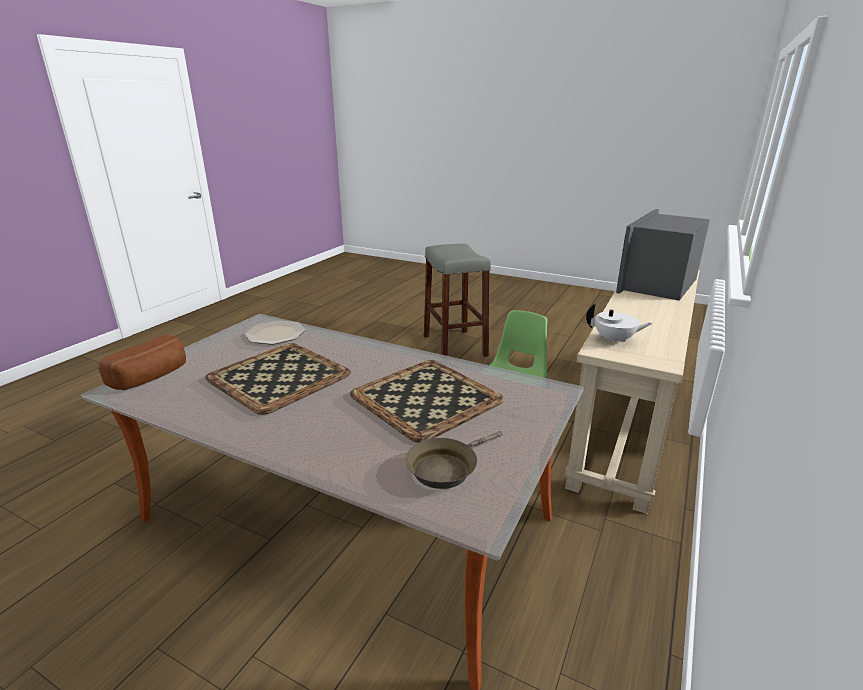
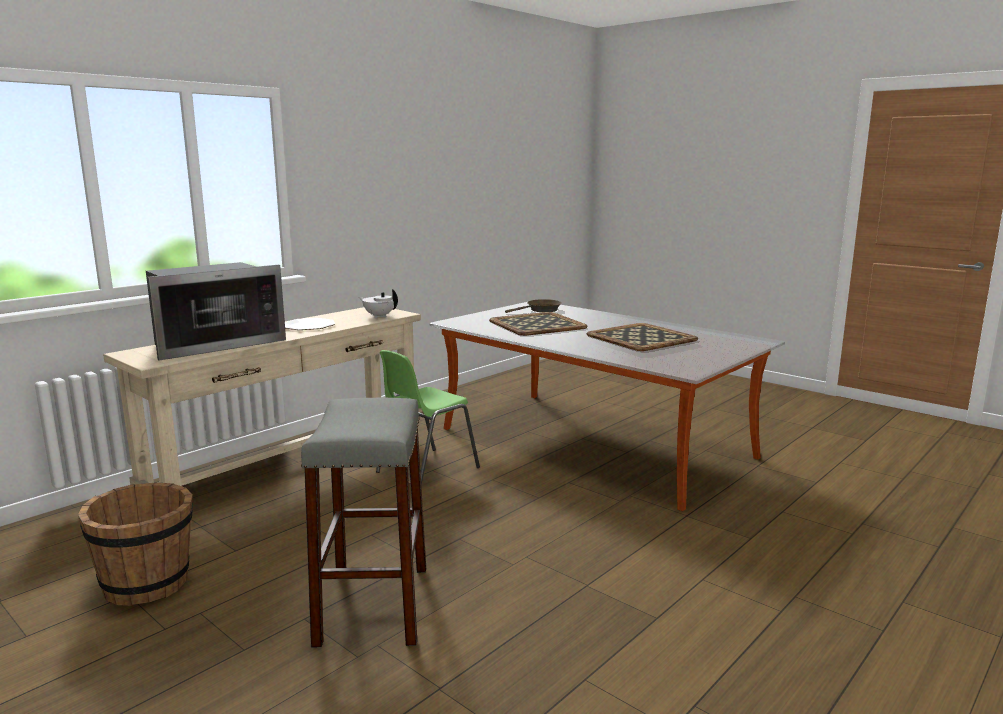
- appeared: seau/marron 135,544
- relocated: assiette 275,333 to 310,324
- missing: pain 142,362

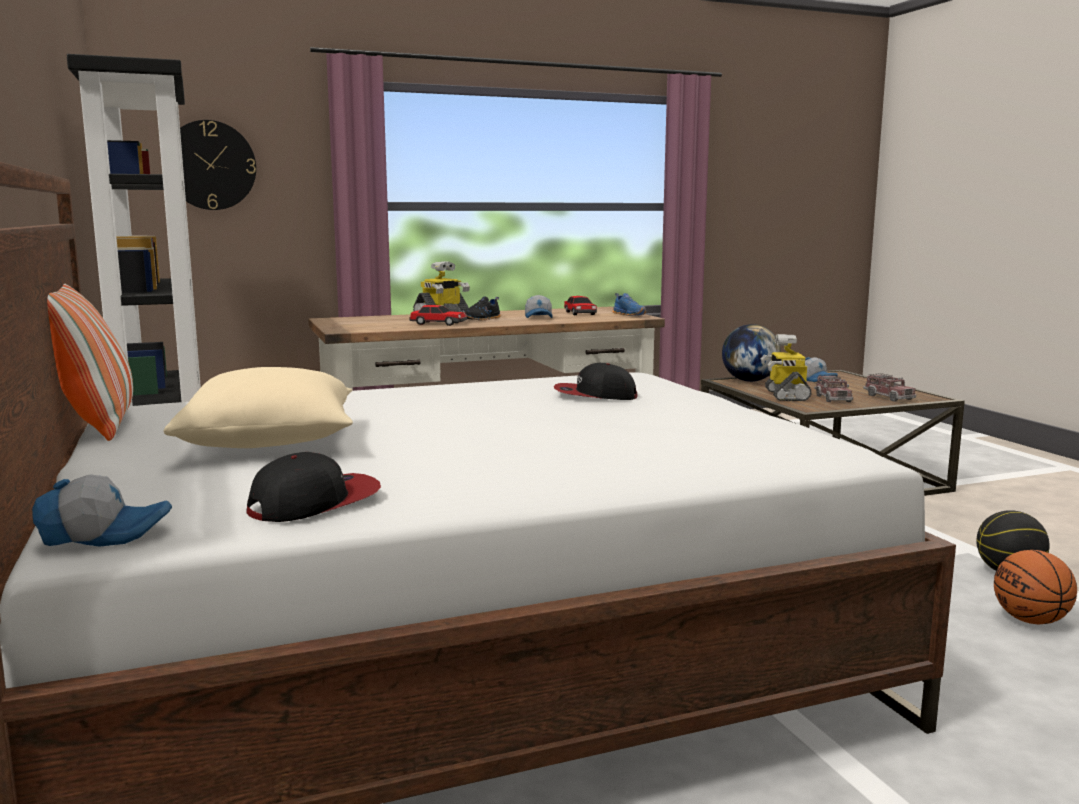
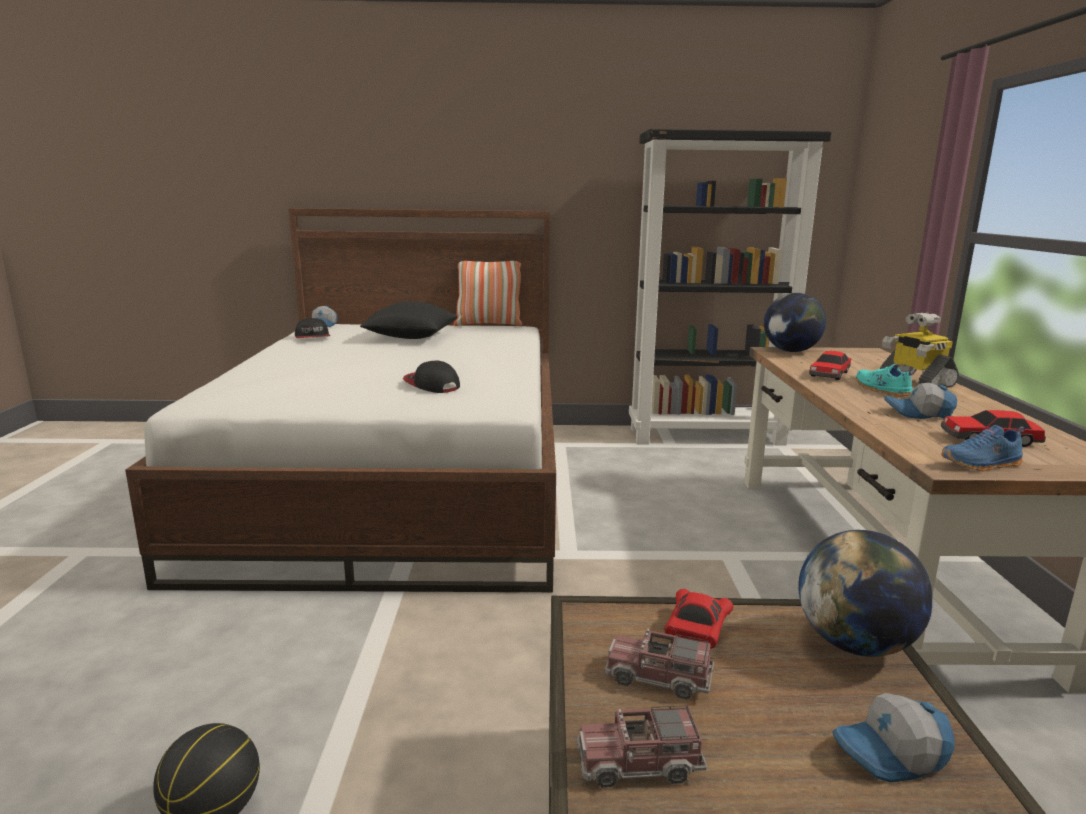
- colour: coussin/beige 258,407 to coussin/noir 408,320
- spun: casquette 595,381 = 431,376 75 degrees counterclockwise
- exchanged: robot jouet 786,367 to petite voiture/rouge 699,619
- appeared: globe 795,322
- colour: chaussure/noir 481,308 to chaussure/turquoise 885,380
- missing: horloge murale 218,165
- missing: ballon de basket 1035,587

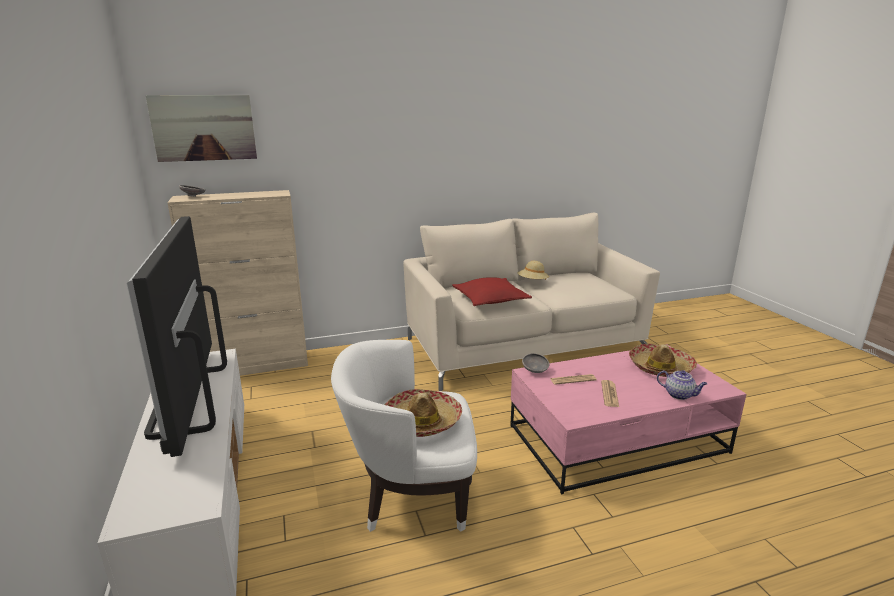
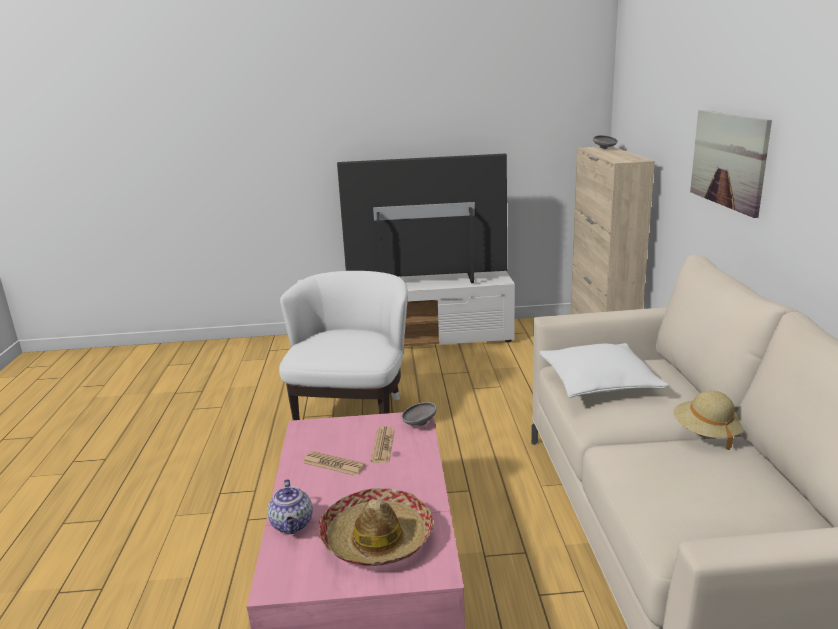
- spun: théière 682,385 = 290,506 60 degrees counterclockwise
- colour: coussin/rouge 492,291 to coussin/blanc 604,370
- relocated: tableau 201,128 to 731,164
- missing: chapeau 423,413

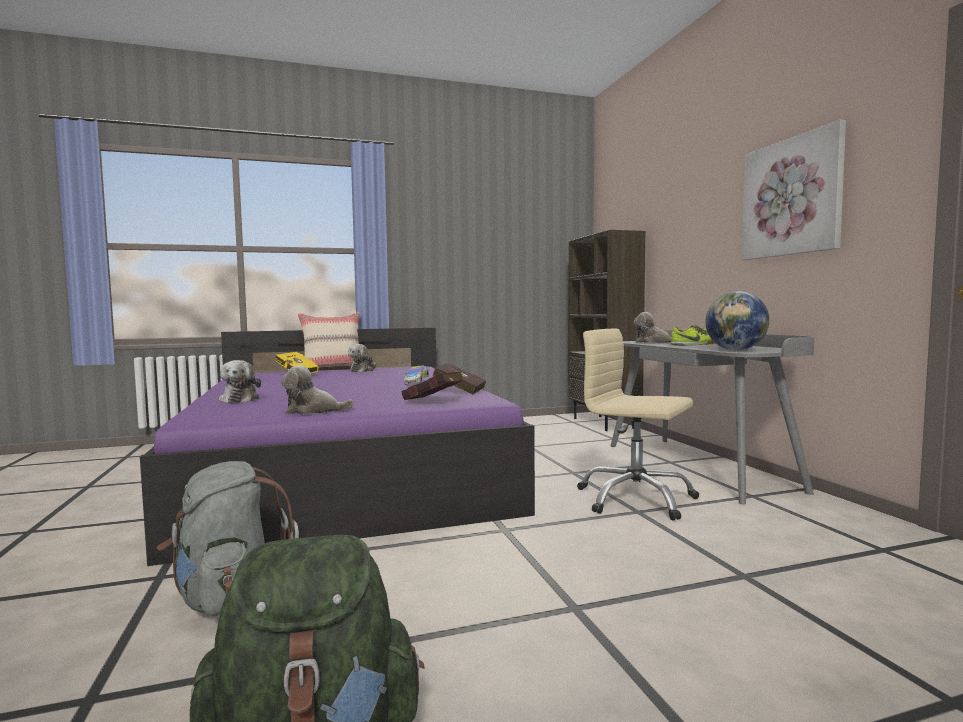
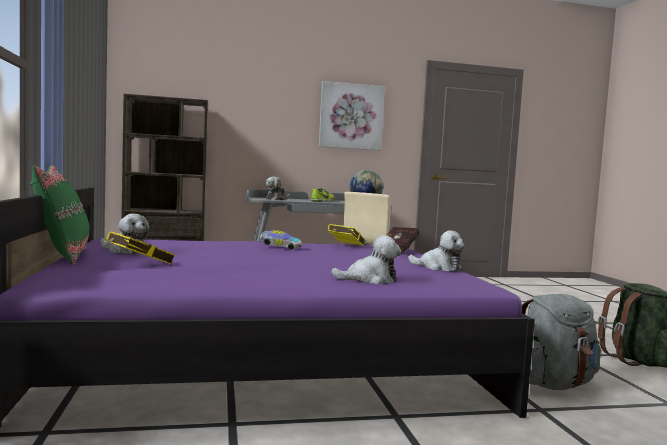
- colour: coussin/beige 329,340 to coussin/vert 59,215
- colour: livre/rouge 459,378 to livre/jaune 346,235
- spun: peluche 317,389 = 436,250 60 degrees counterclockwise

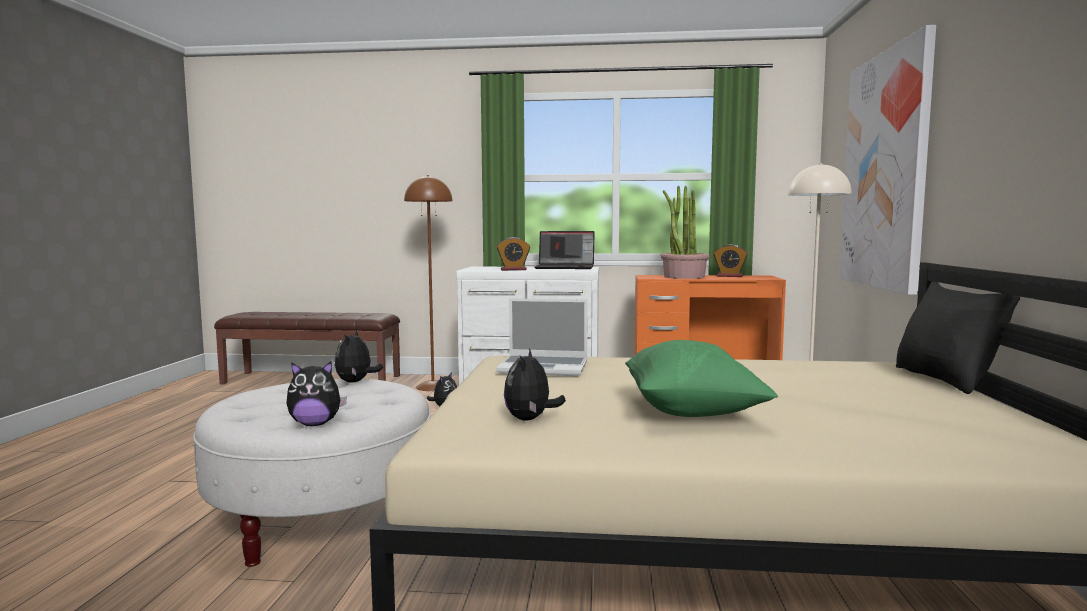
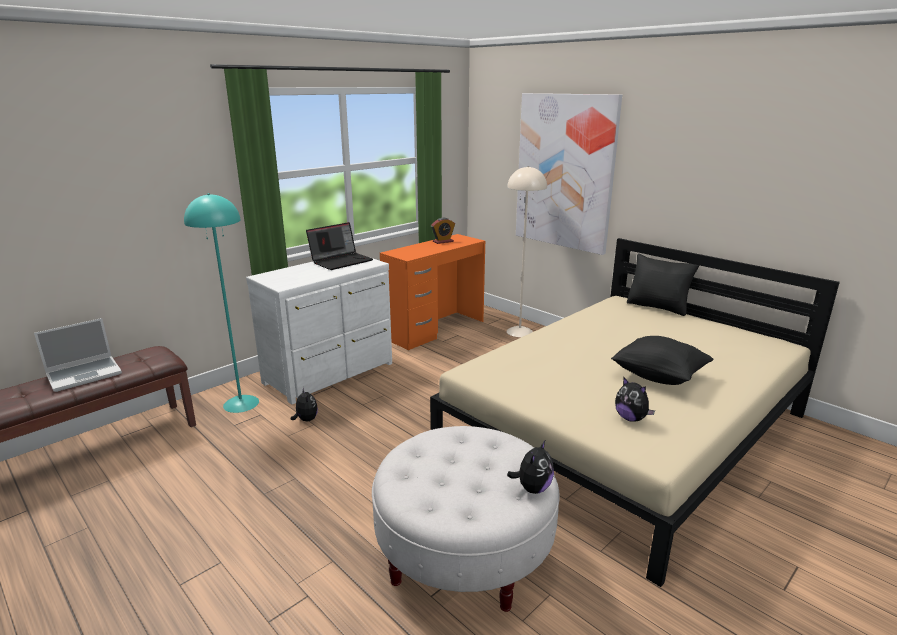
- relocated: ordinateur portable 542,337 to 78,355
- colour: lampadaire/marron 428,283 to lampadaire/turquoise 221,303
- colour: coussin/vert 701,378 to coussin/noir 662,360
- missing: peluche 359,356
- missing: réveil 513,253
- missing: plante en pot 685,232

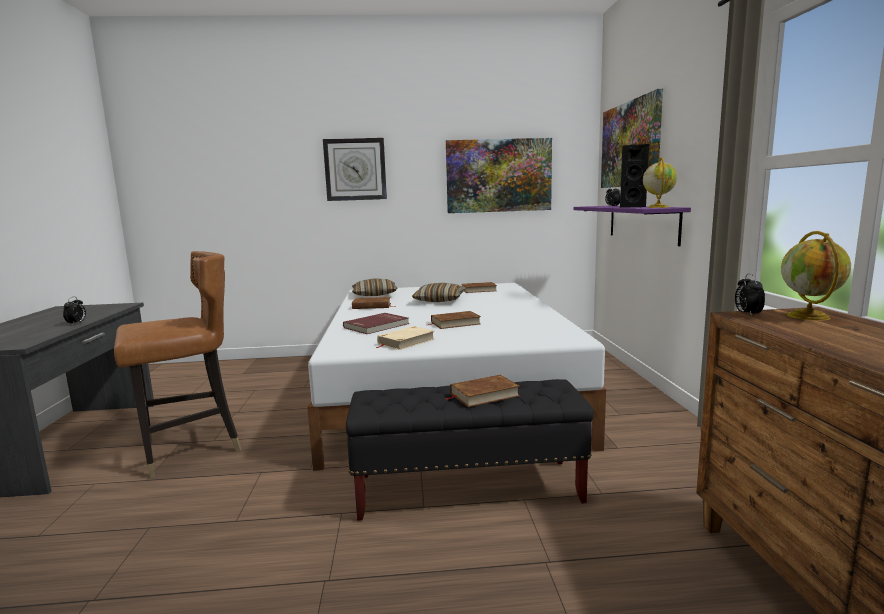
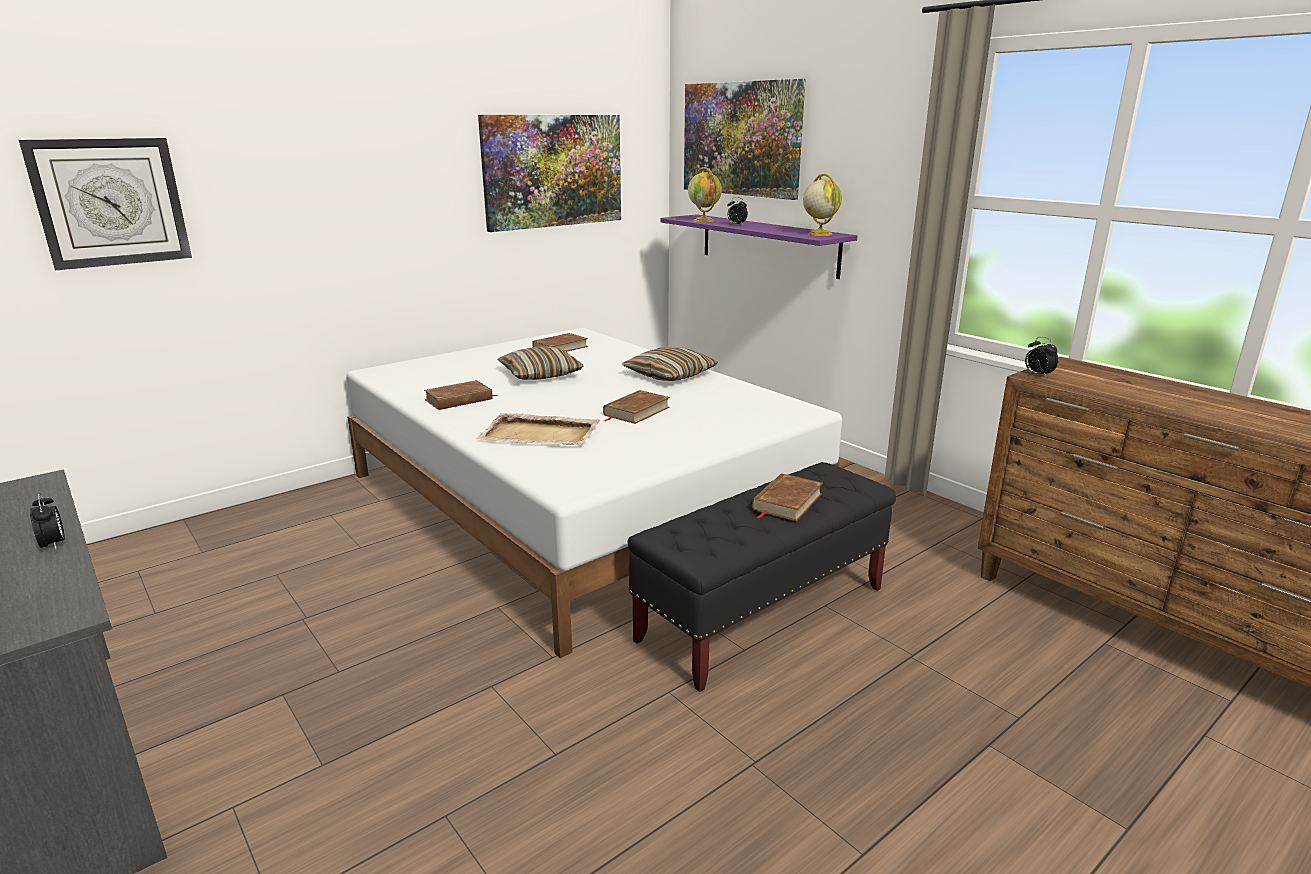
- relocated: horloge murale 355,169 to 105,204
- exchanged: livre/rouge 376,323 to plateau/beige 538,429
- relocated: coussin 374,287 to 670,364
- relocated: globe 816,276 to 705,194
- missing: chaise/marron 177,364
- missing: livre/beige 404,338
- missing: enceinte/noir 634,176

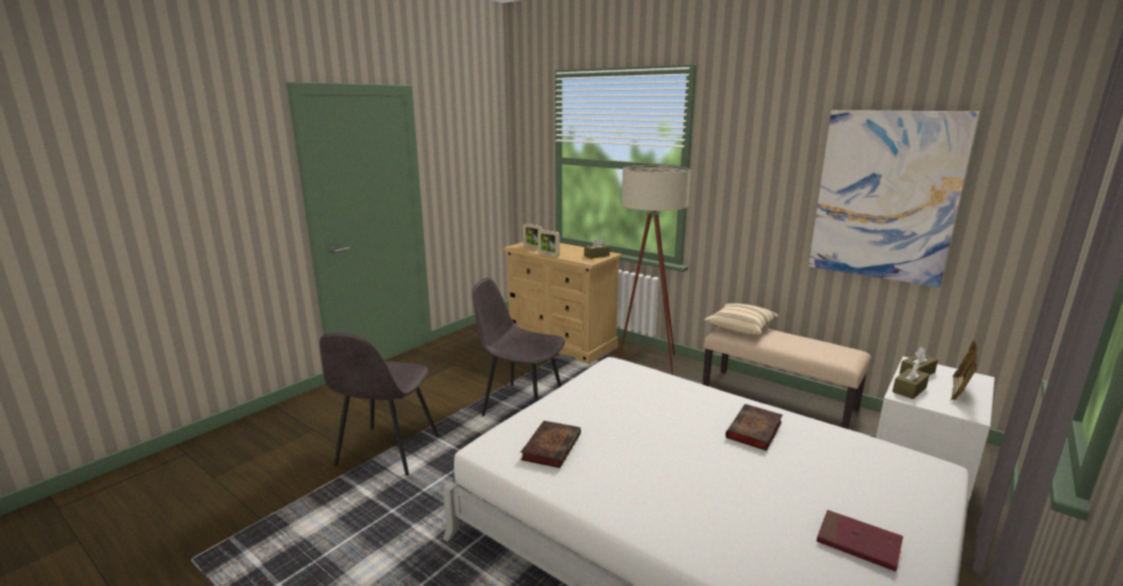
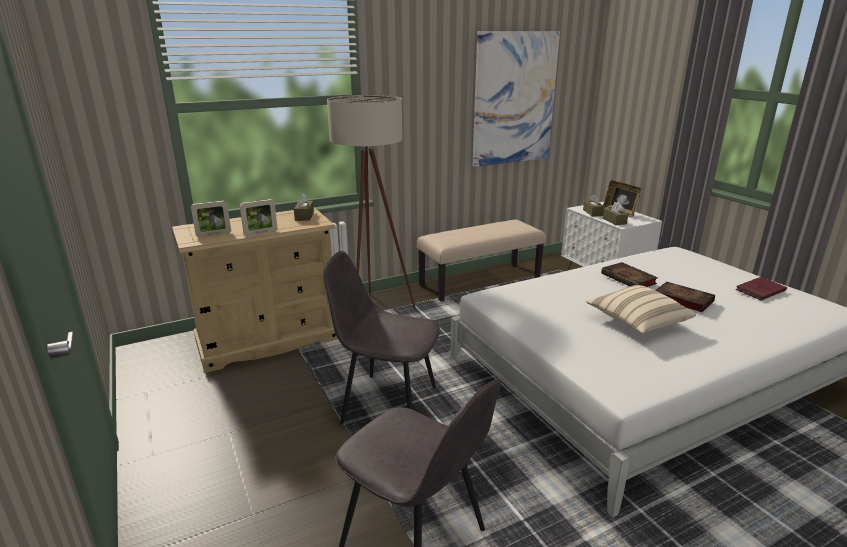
- spun: chaise/gris 518,347 = 381,337 60 degrees clockwise
- relocated: coussin/beige 741,319 to 640,309
- relocated: livre 551,444 to 685,297

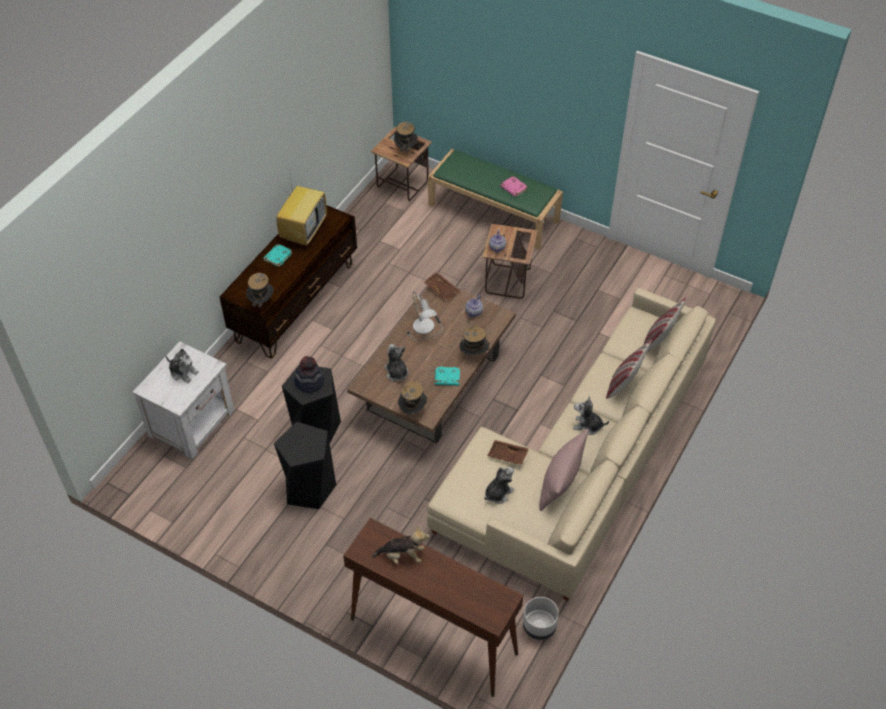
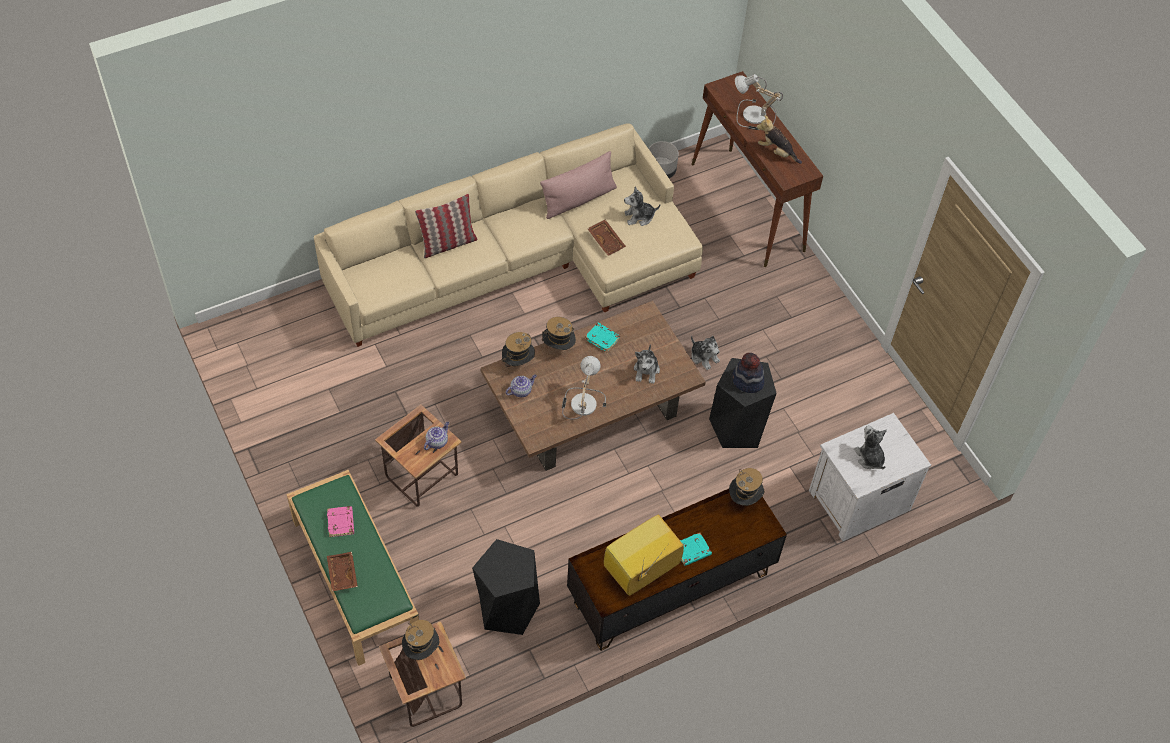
- relocated: plateau/marron 442,286 to 342,571
- relocated: tabouret/noir 305,465 to 506,587
- relocated: chapeau 412,397 to 518,353
- relocated: peluche 591,415 to 705,353
- appeared: lampe de table 759,102
- missing: coussin 665,324

